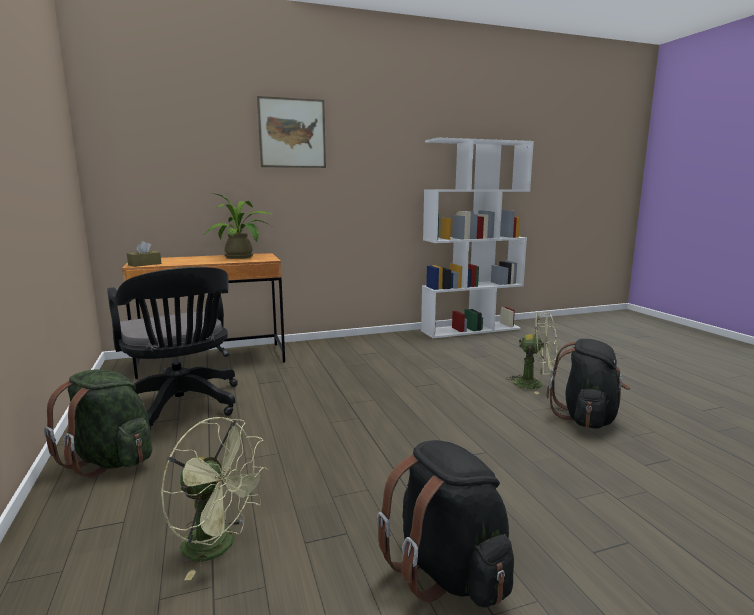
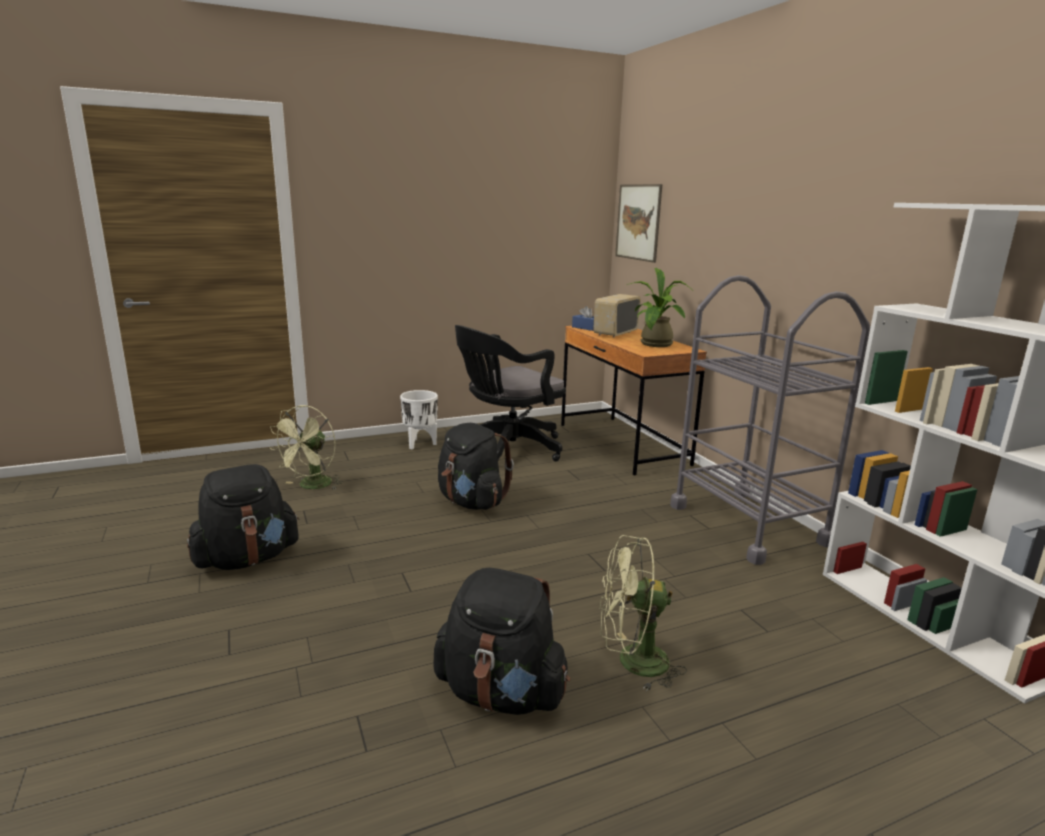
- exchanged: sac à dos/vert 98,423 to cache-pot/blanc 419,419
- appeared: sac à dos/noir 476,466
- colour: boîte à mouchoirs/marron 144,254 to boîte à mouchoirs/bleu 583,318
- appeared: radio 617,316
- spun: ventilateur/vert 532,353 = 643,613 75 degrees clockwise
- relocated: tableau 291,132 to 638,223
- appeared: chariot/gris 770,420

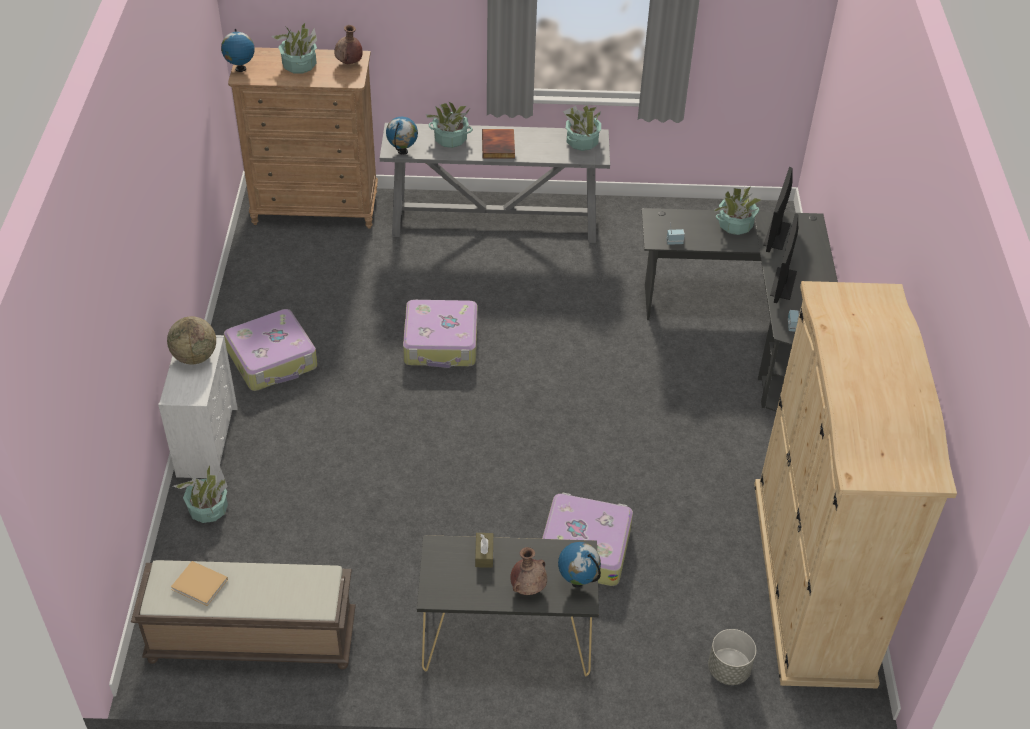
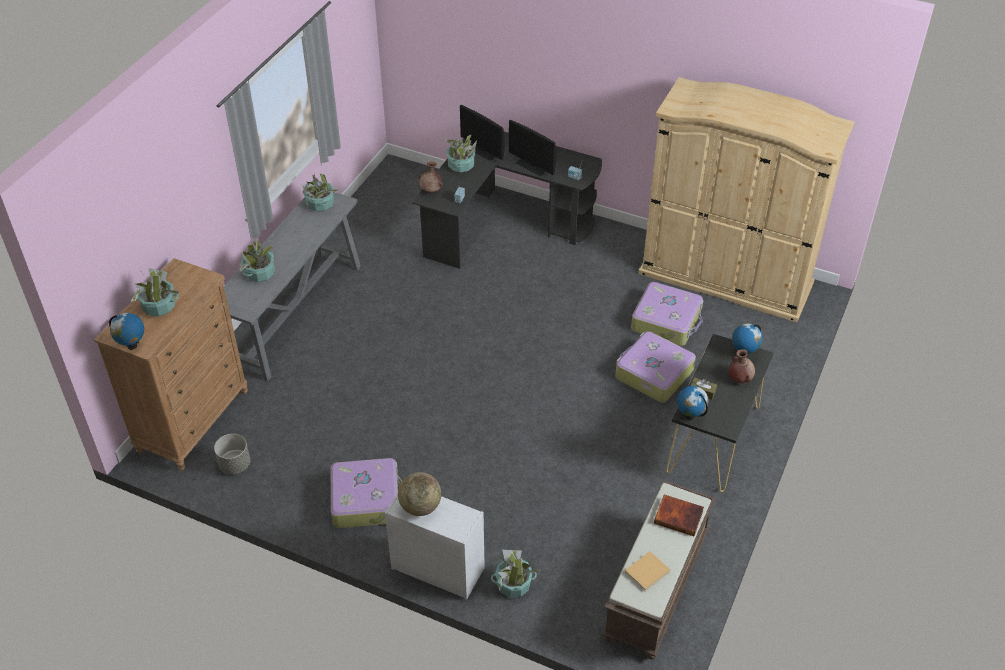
- relocated: cache-pot/gris 732,657 to 232,454
- relocated: vase/marron 349,44 to 431,177
- relocated: valise 440,334 to 667,314
- relocated: livre 498,144 to 679,515
- relocated: globe 402,136 to 693,403

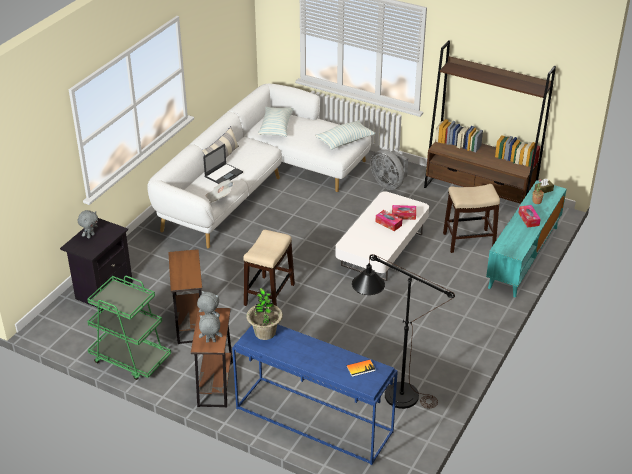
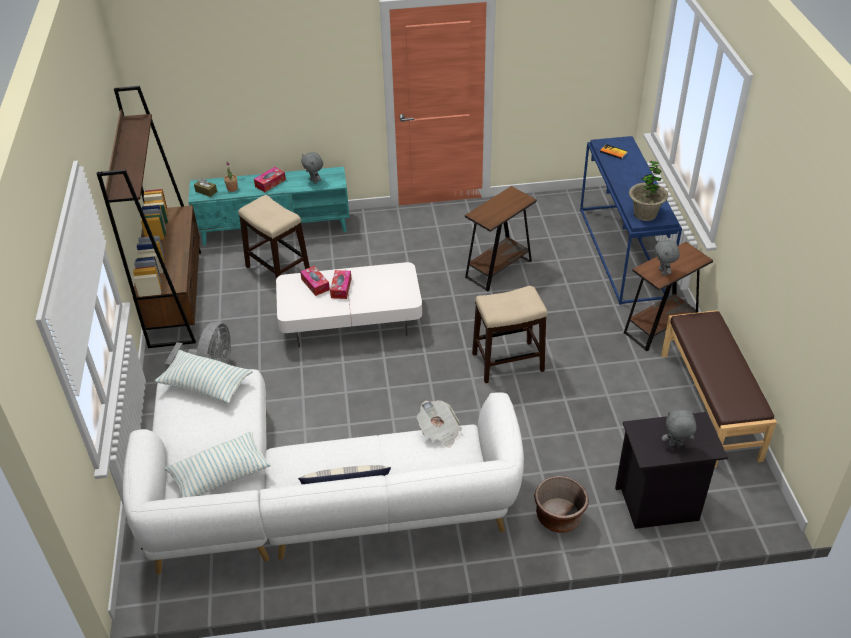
- relocated: peluche/gris 210,328 to 312,168
- relocated: table d'appoint/marron 185,296 to 501,239
- appeared: cache-pot/marron 561,504
- exchanged: chariot/vert 129,328 to banc/marron 719,389
- missing: ordinateur portable 223,164
- missing: lampadaire/noir 403,331

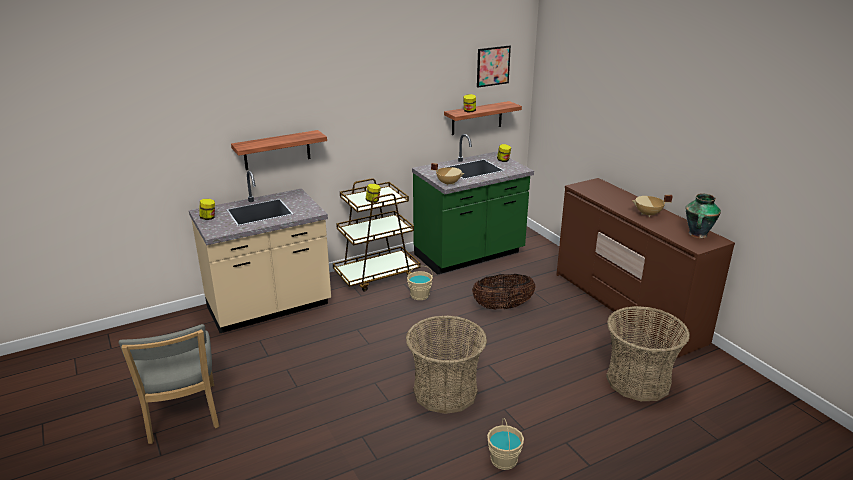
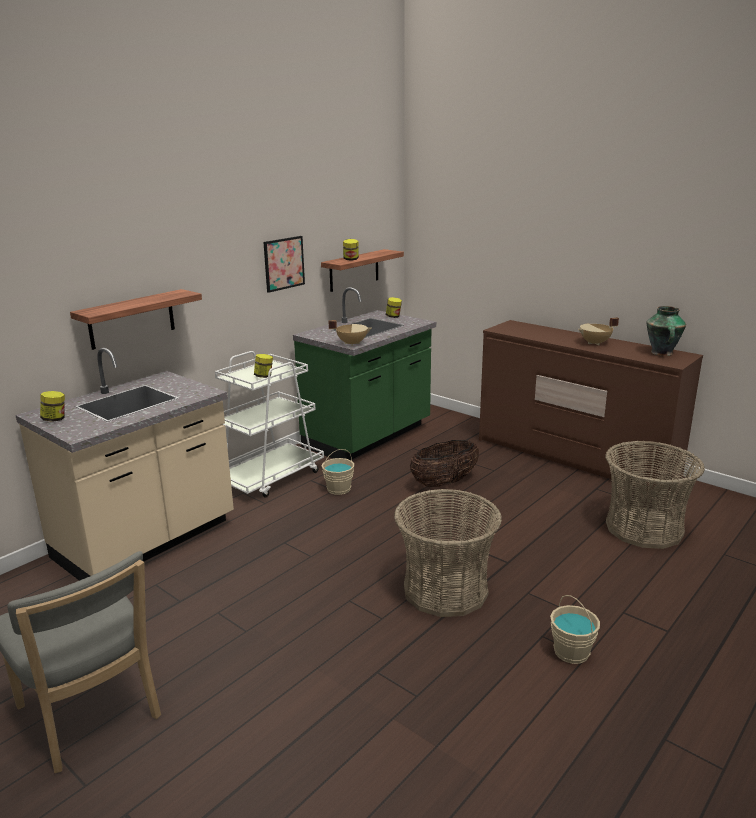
- colour: chariot/marron 376,234 to chariot/blanc 269,424
- relocated: tableau 494,67 to 284,264

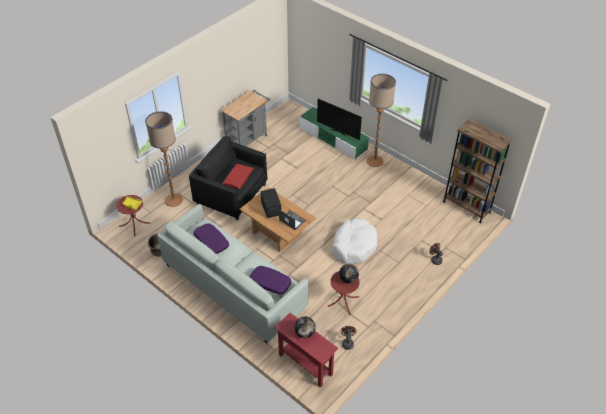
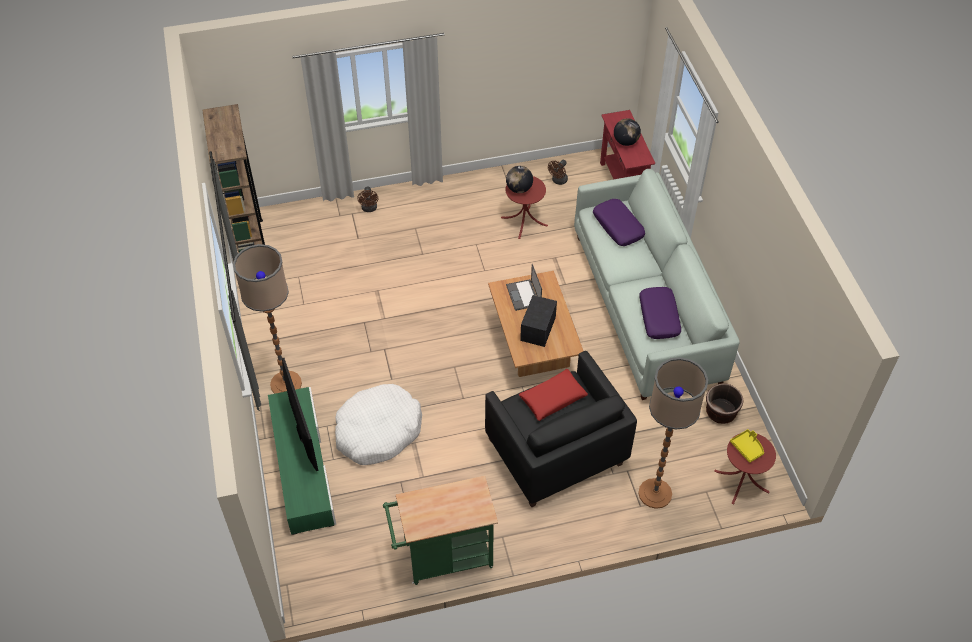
- relocated: panier pour chien/blanc 355,241 to 378,424
- colour: chariot/gris 245,118 to chariot/vert 440,530

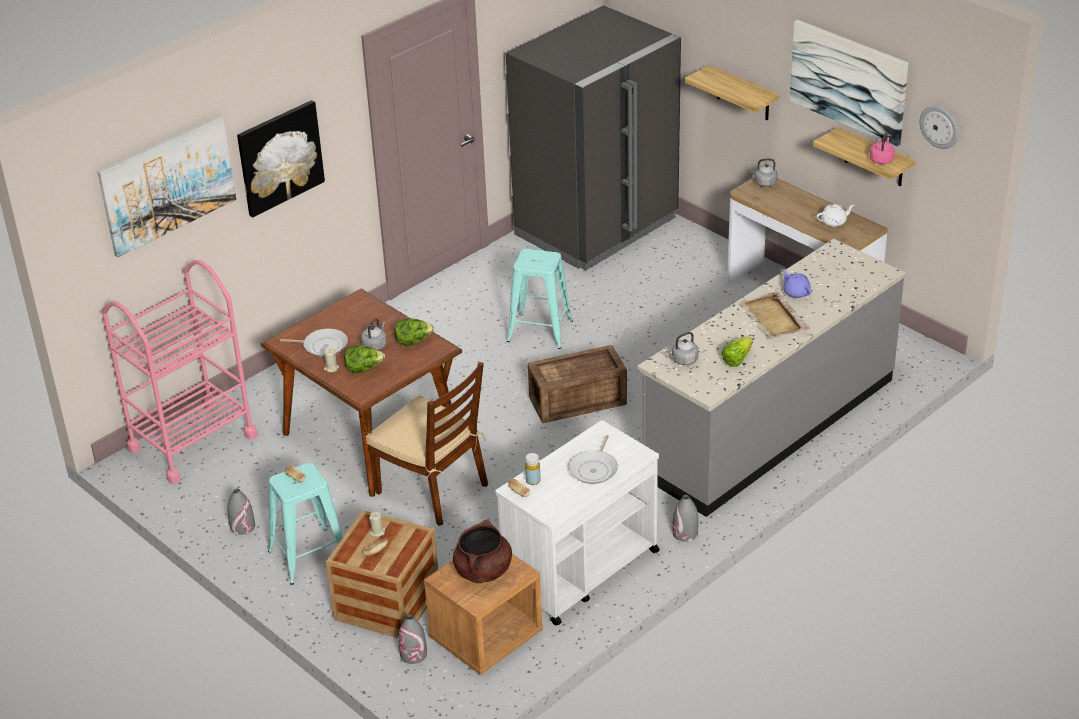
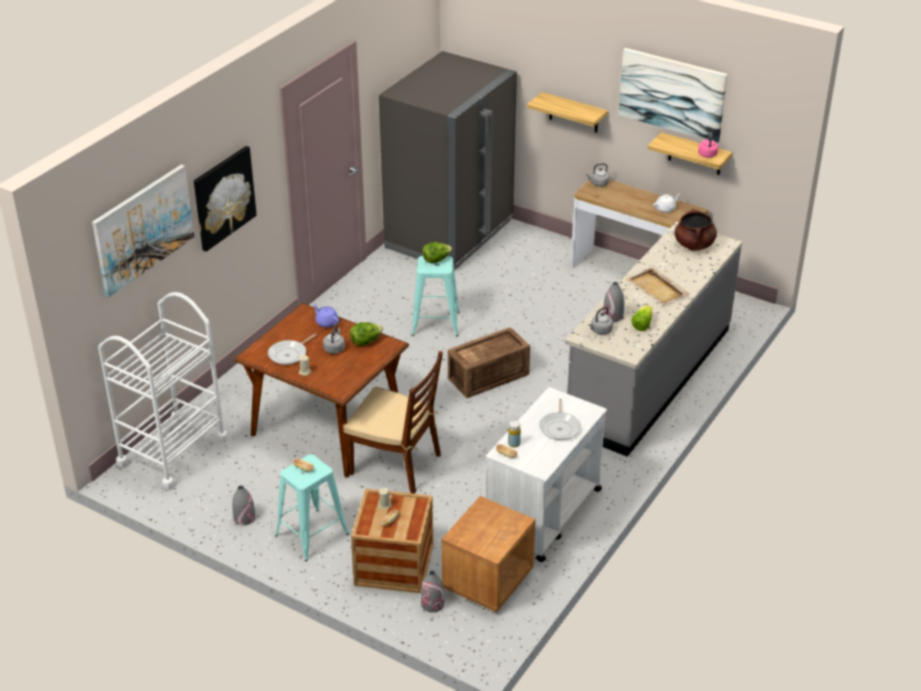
- colour: chariot/rose 180,372 to chariot/blanc 163,391
- spun: poêle 313,342 = 292,349 135 degrees clockwise
- relocated: théière/violet 797,283 to 326,316
- relocated: laitue 364,359 to 437,252
- relocated: vase/gris 685,518 to 613,302
- relocated: marmite/marron 482,551 to 696,230
- missing: horloge murale 939,127

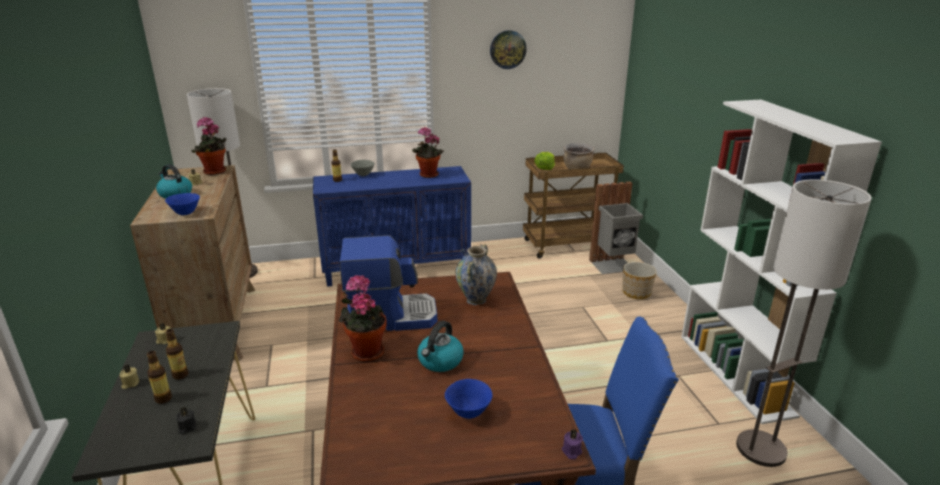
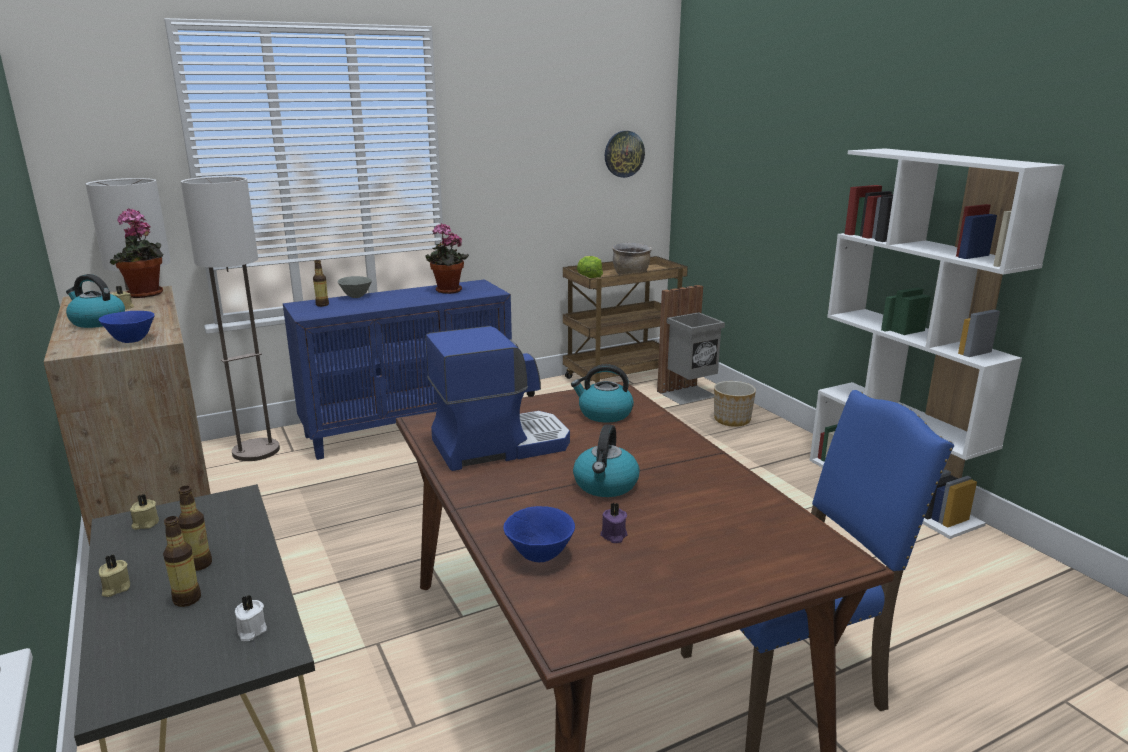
- relocated: lampadaire 804,323 to 230,318
- colour: bougie/noir 186,420 to bougie/blanc 251,618
- relocated: bol/bleu 468,399 to 539,534
- exchanged: vase 476,274 to bouilloire 602,393
- relocated: bougie/violet 572,444 to 614,523
- relocated: horloge murale 508,49 to 625,154
- missing: plante en pot 363,318

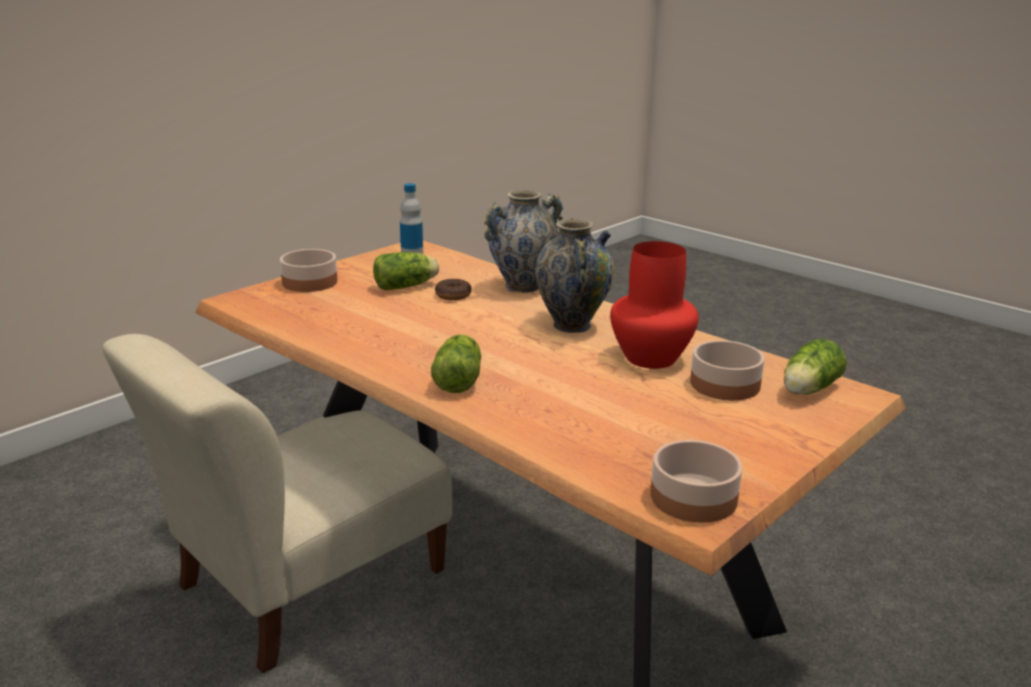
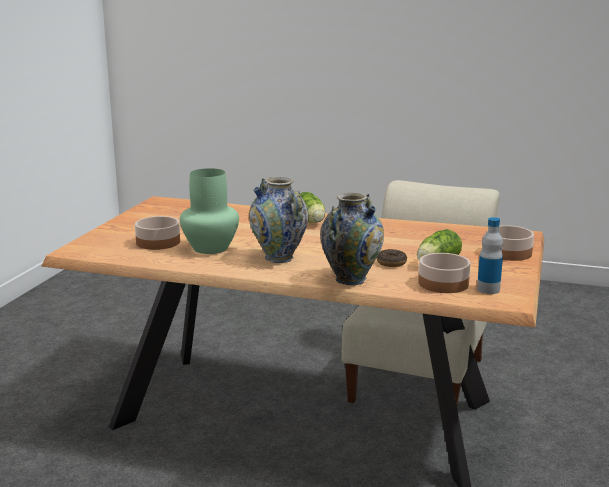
- colour: vase/rouge 654,305 to vase/vert 209,211
- relocated: bol 697,481 to 444,273
- missing: laitue 815,367

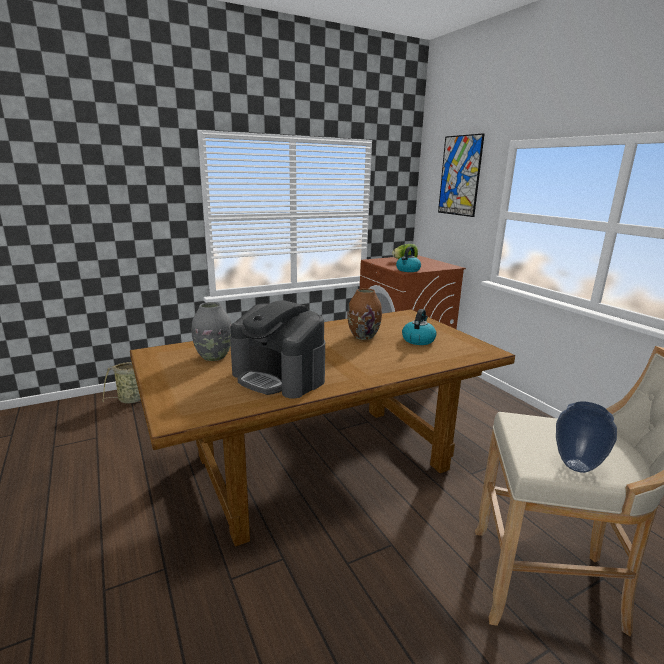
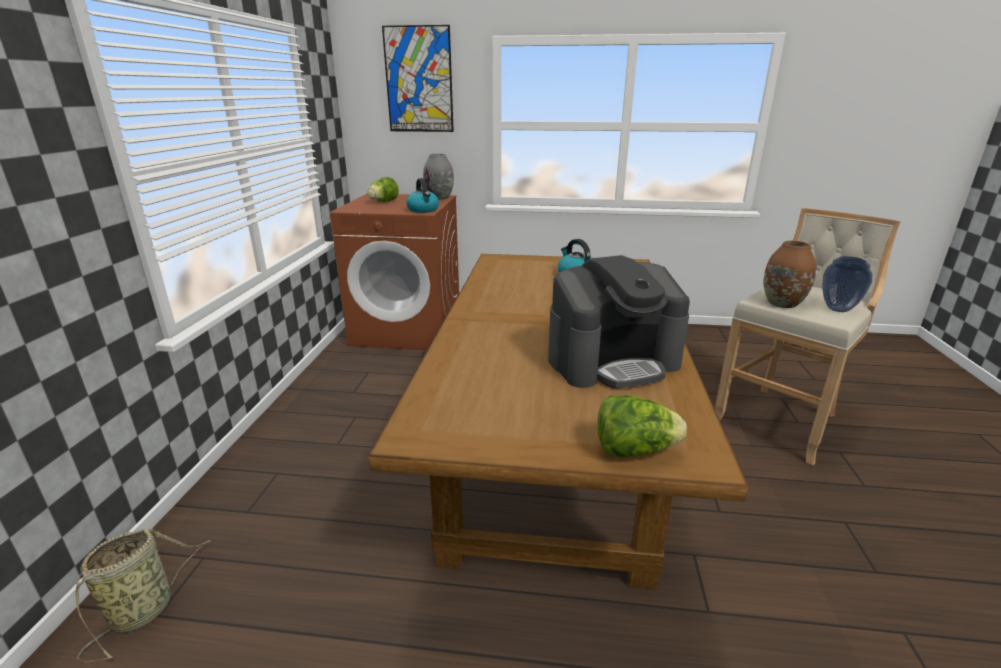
- relocated: vase/gris 211,331 to 438,177
- appeared: laitue 642,426
- relocated: vase/marron 364,314 to 790,274

